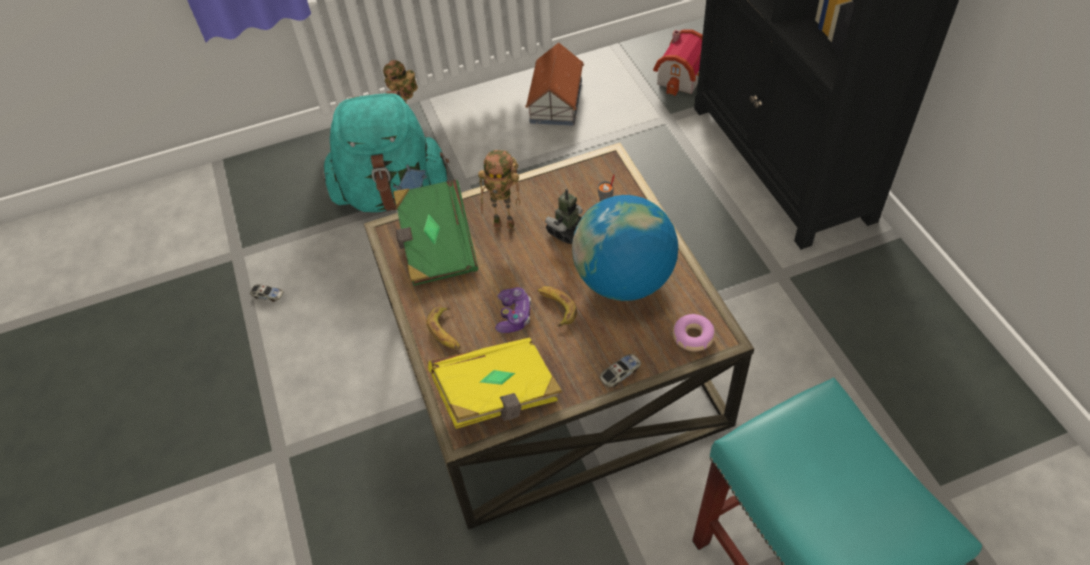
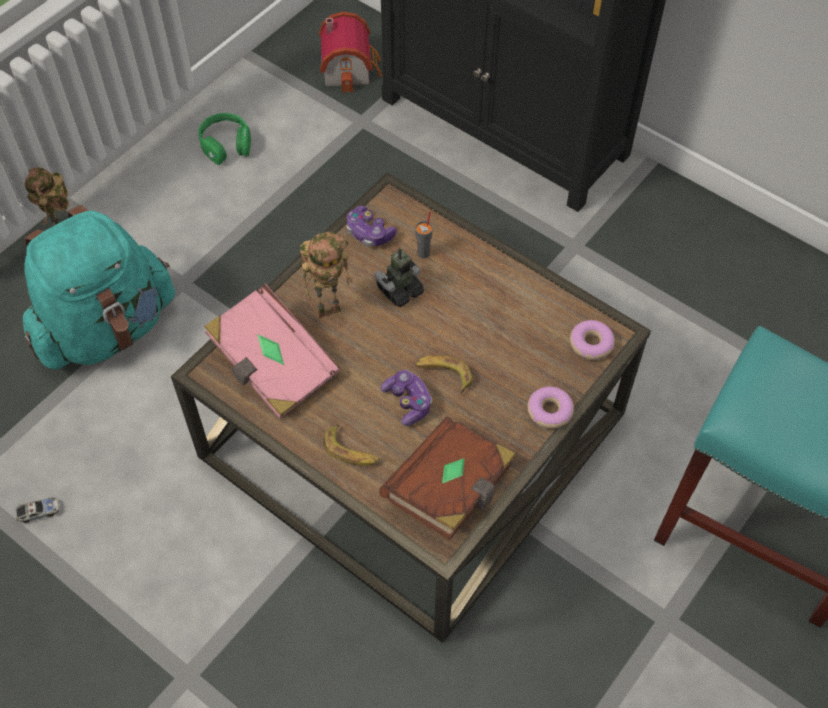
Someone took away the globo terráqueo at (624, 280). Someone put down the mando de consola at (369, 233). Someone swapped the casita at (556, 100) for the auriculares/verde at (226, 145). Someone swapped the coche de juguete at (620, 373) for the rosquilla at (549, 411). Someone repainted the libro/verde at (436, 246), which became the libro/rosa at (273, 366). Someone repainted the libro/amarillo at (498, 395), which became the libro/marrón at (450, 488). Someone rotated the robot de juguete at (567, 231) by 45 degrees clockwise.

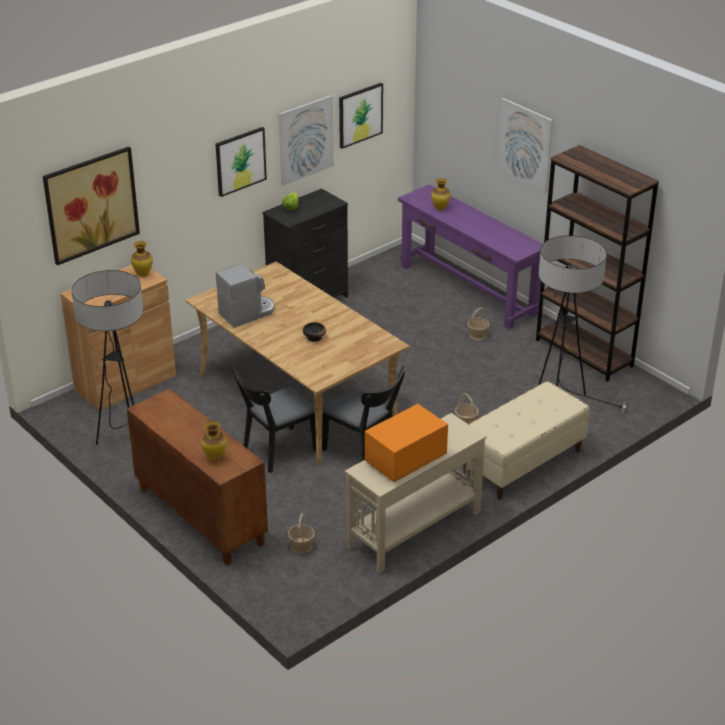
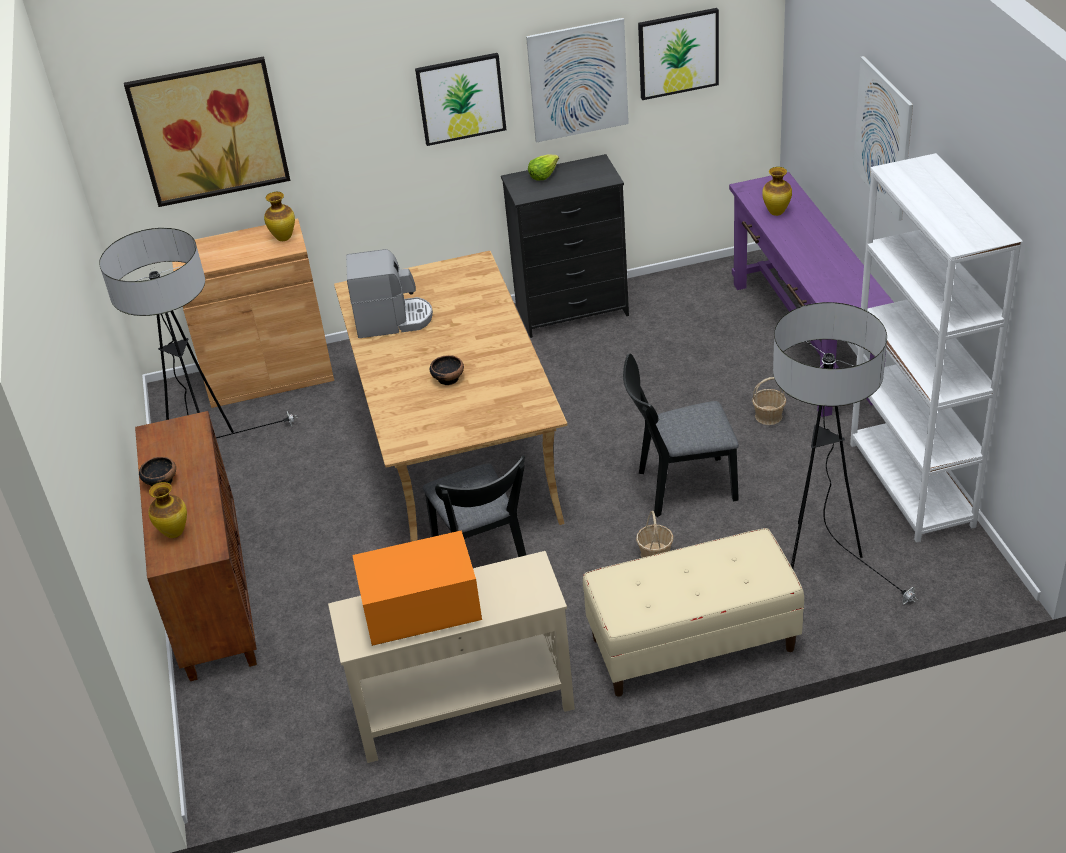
Someone took away the cesta at (301, 546). Someone put down the cuenco at (161, 481). Someone carried the silla/negro from (275, 451) to (679, 487). Someone repainted the estantería/marrón at (584, 353), which became the estantería/blanco at (911, 484).

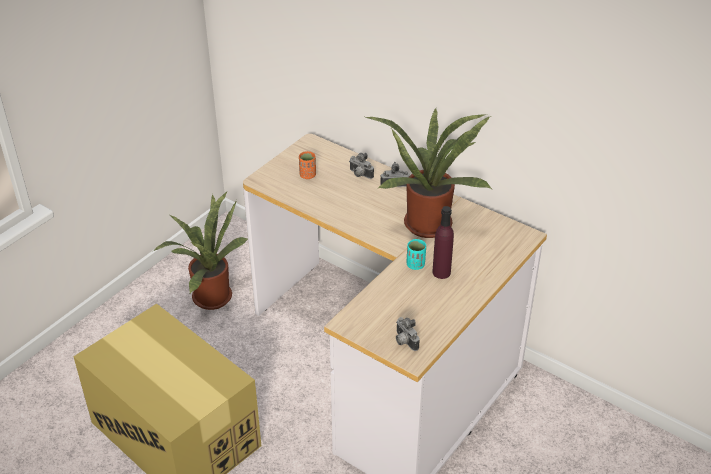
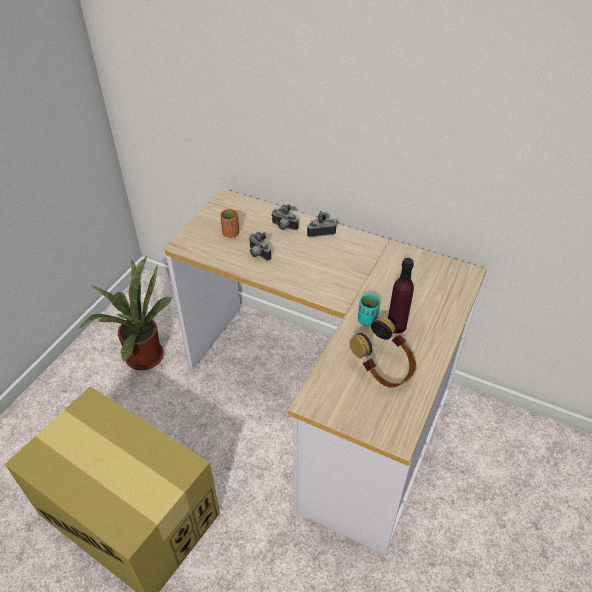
Someone took away the planta en maceta at (429, 221). Someone put down the auriculares at (384, 369). Someone carried the cámara from (404, 342) to (258, 254).

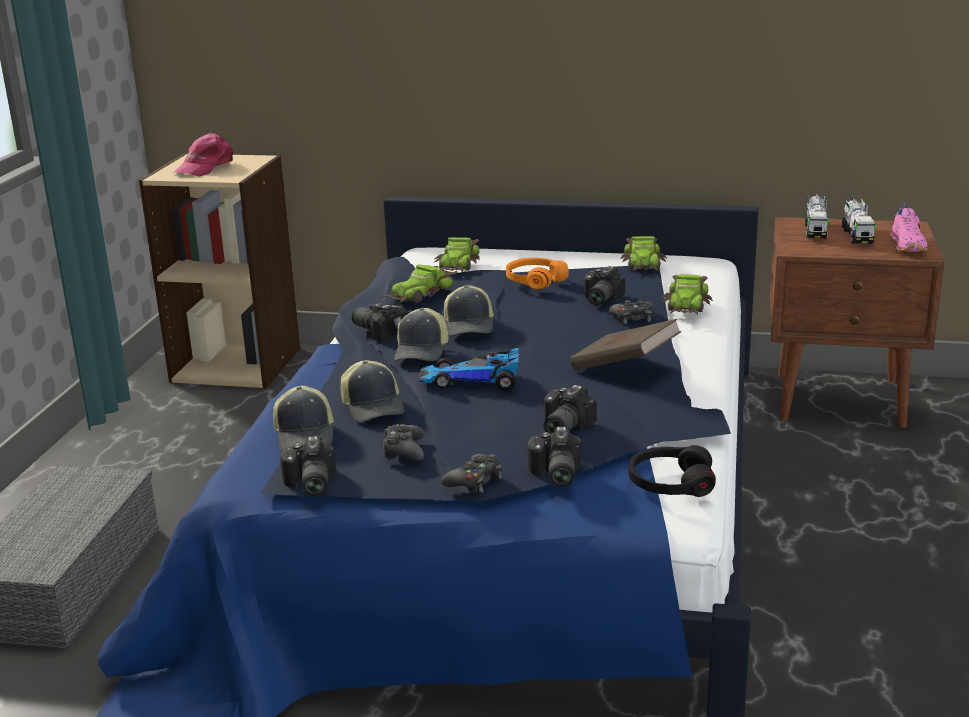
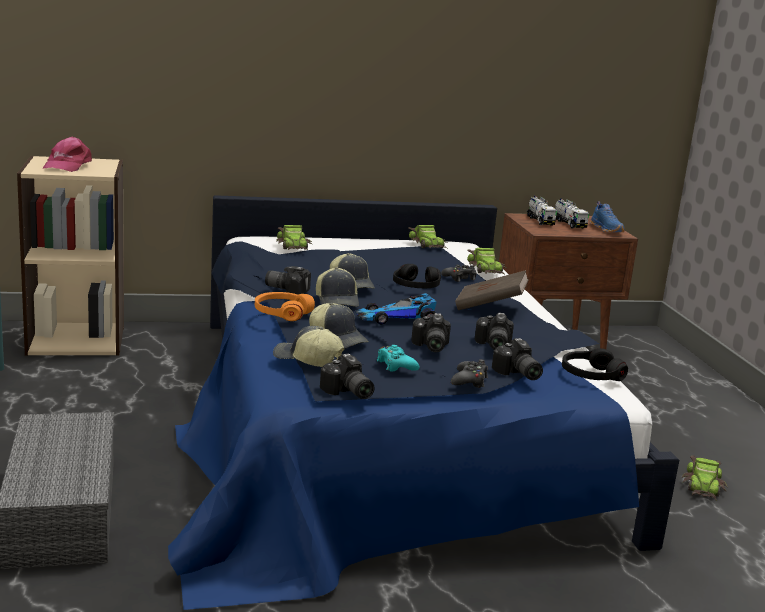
Someone put down the auriculares/negro at (416, 286). Someone carried the coche de juguete from (420, 293) to (703, 485). Someone carried the auriculares/naranja from (535, 281) to (282, 313). Someone carried the cámara from (598, 300) to (429, 346). Someone repainted the mando de consola/negro at (404, 450), which became the mando de consola/turquesa at (396, 365). Someone repainted the zapato/rosa at (908, 246), which became the zapato/azul at (607, 229). Someone rotated the gorra at (306, 435) by 150 degrees clockwise.

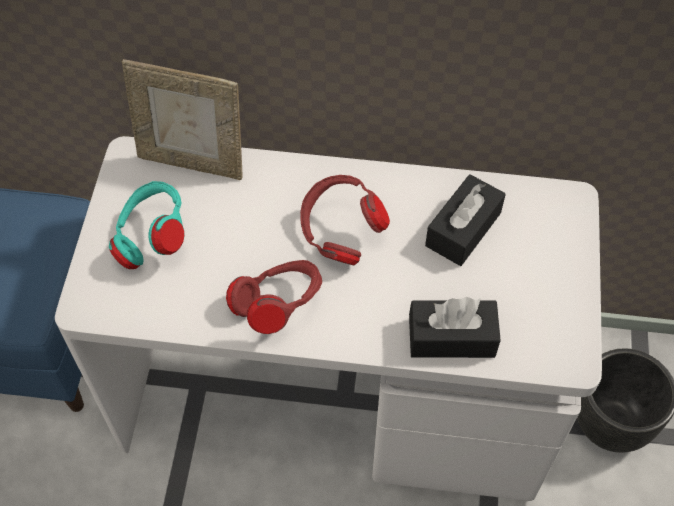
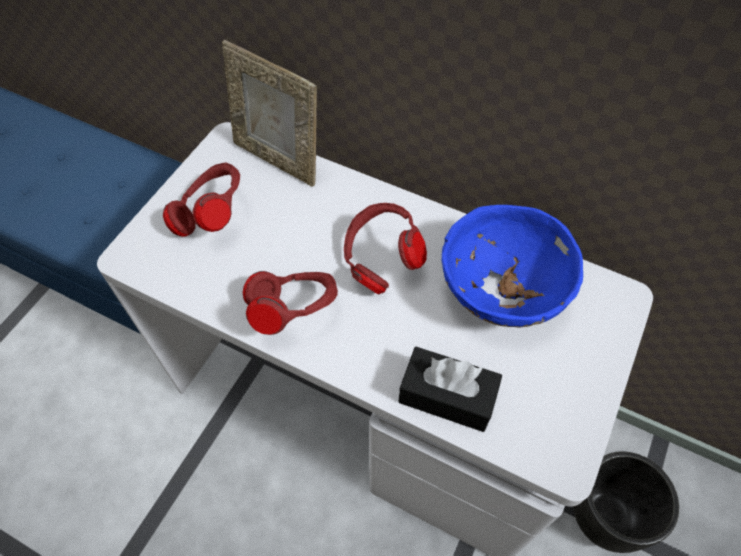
Someone swapped the caja de pañuelos/negro at (463, 229) for the cuenco/azul at (501, 292). Someone repainted the auriculares/turquesa at (152, 239), which became the auriculares/rojo at (212, 216).

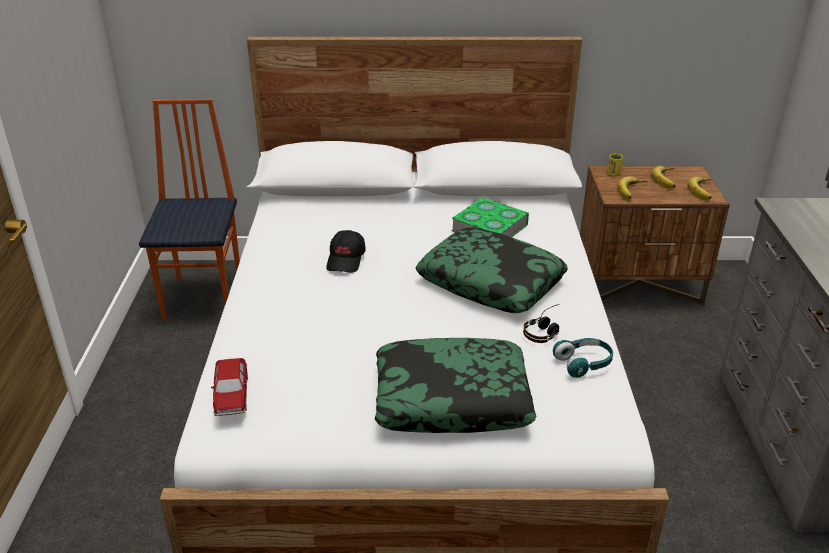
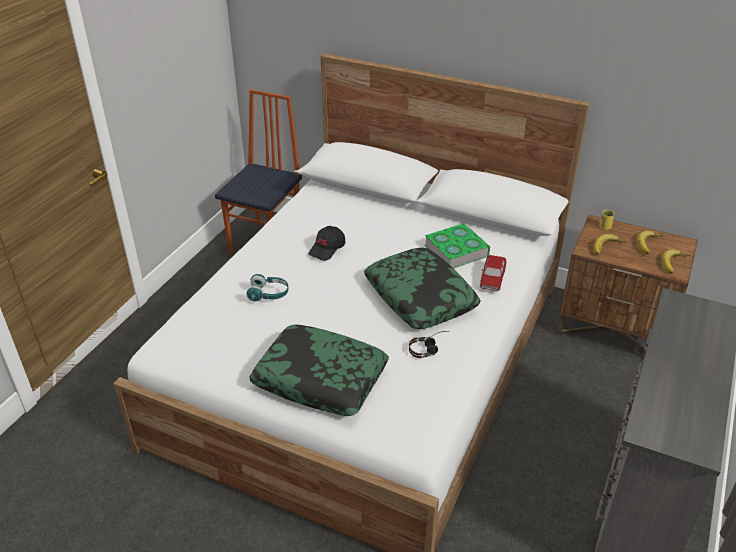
Someone carried the coche de juguete from (231, 395) to (492, 279). Someone carried the auriculares/turquesa from (584, 363) to (268, 294).

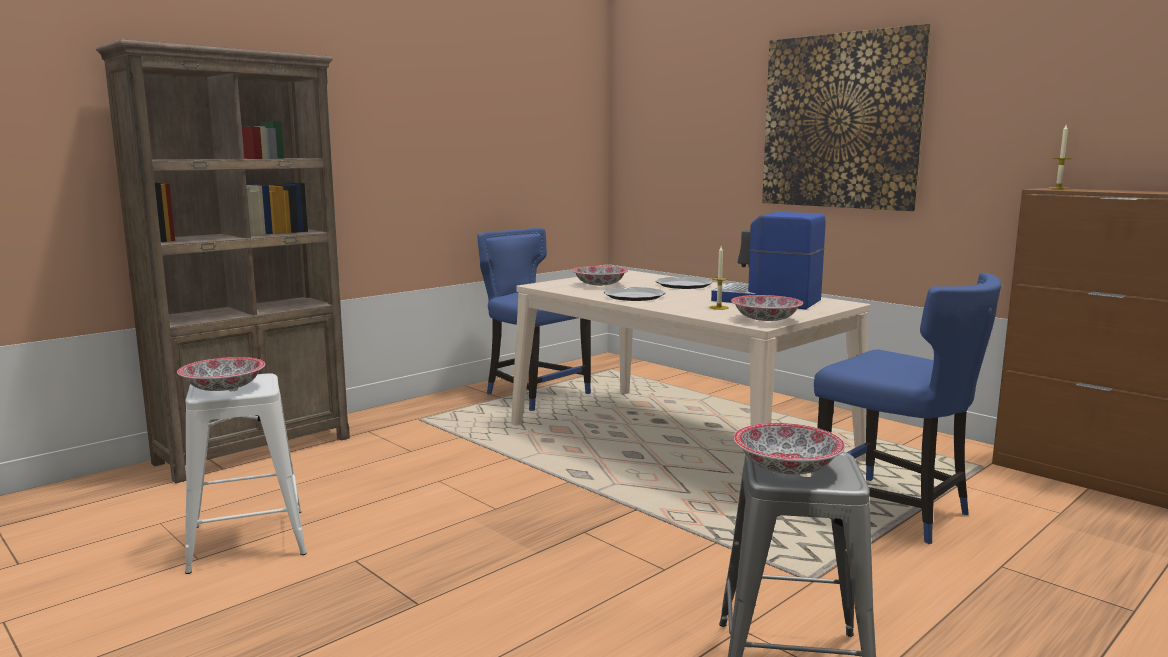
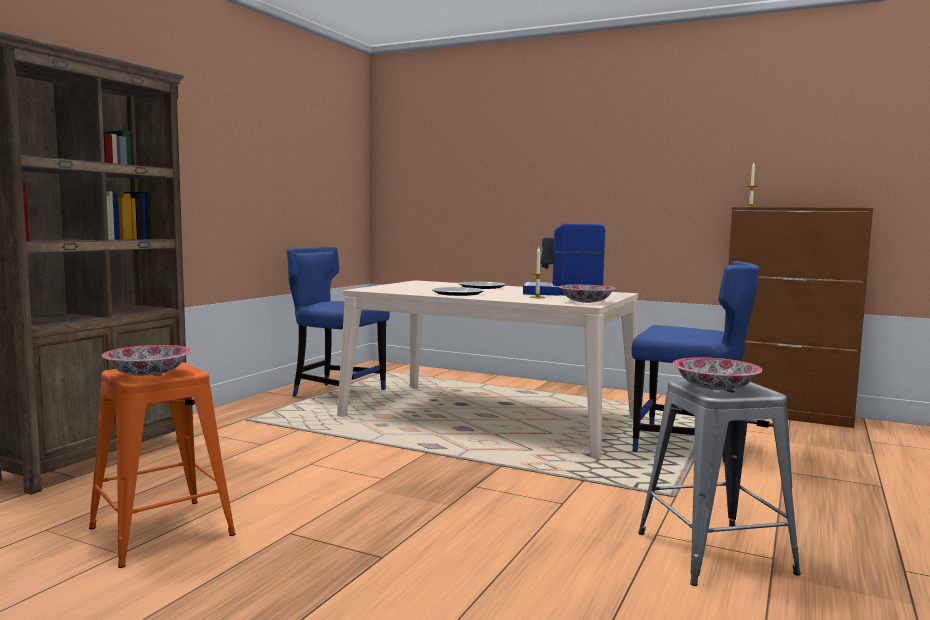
Someone took away the cuenco at (599, 285). Someone took away the cuadro at (840, 121). Someone repainted the taburete/blanco at (248, 540), which became the taburete/naranja at (162, 531).

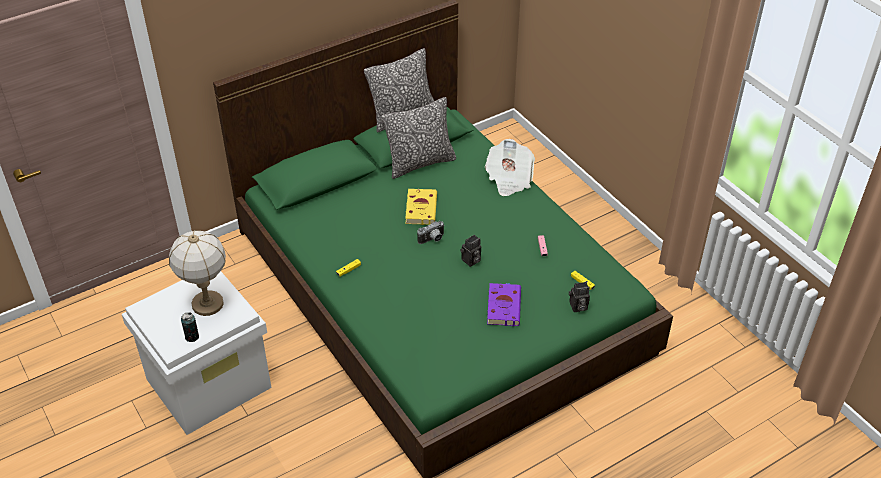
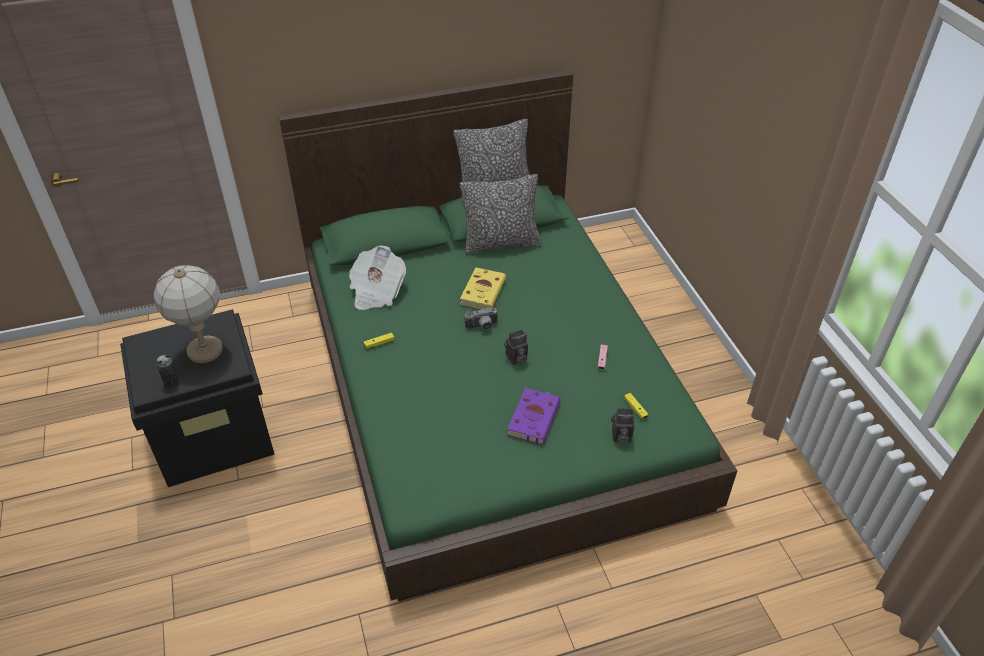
Someone carried the periódico from (509, 179) to (376, 291). Someone repainted the caja de almacenaje/blanco at (209, 382), which became the caja de almacenaje/negro at (215, 435).

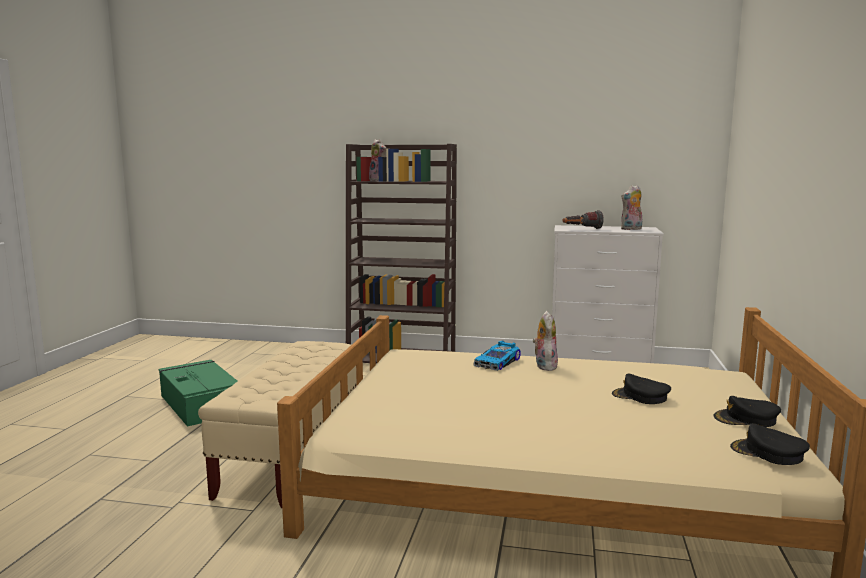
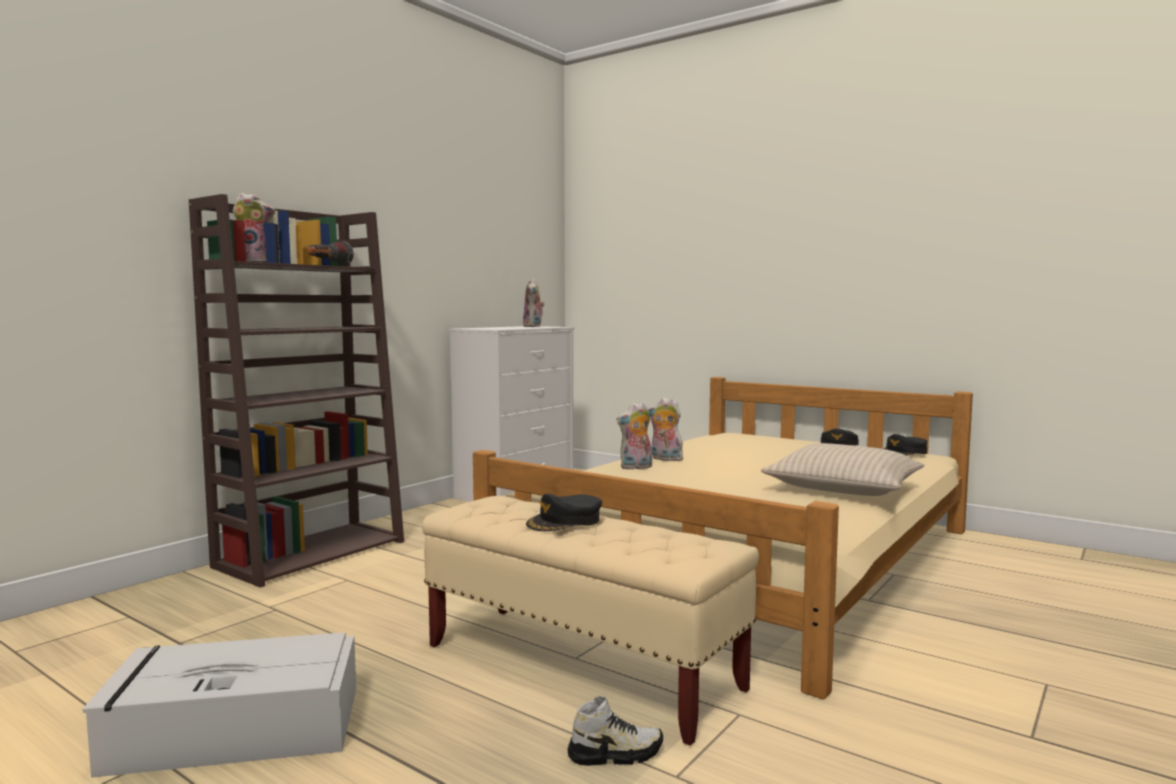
Someone put down the zapato at (615, 754). Someone put down the cojín/beis at (843, 488). Someone carried the linterna from (581, 229) to (327, 266). Someone carried the gorra/negro from (640, 396) to (565, 522). Someone swapped the coche de juguete at (498, 362) for the peluche at (636, 467). Someone repainted the caja de almacenaje/verde at (200, 403), which became the caja de almacenaje/gris at (232, 729).

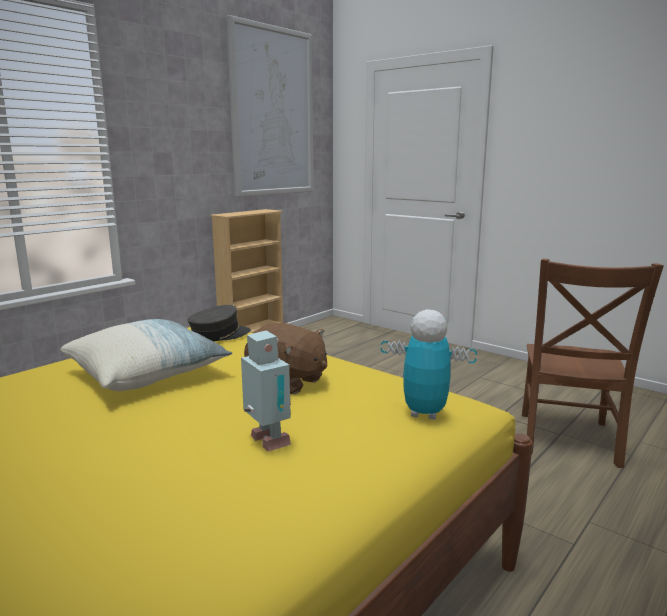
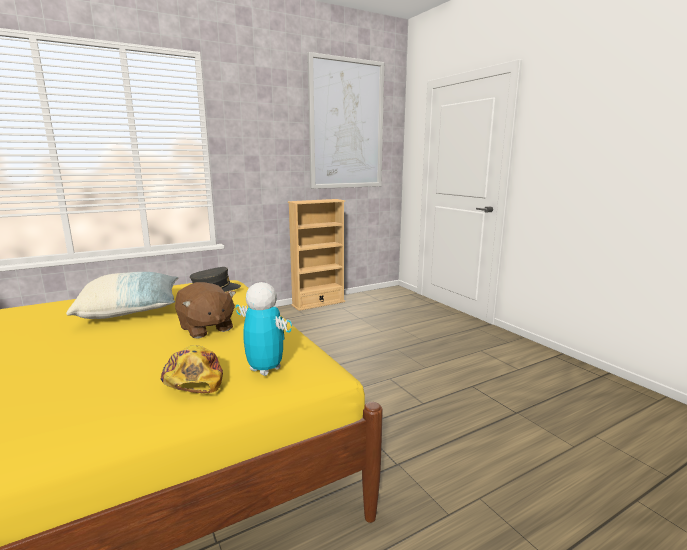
Someone took away the robot de juguete at (267, 443). Someone took away the silla/marrón at (567, 441). Someone put down the gorra at (193, 377).

